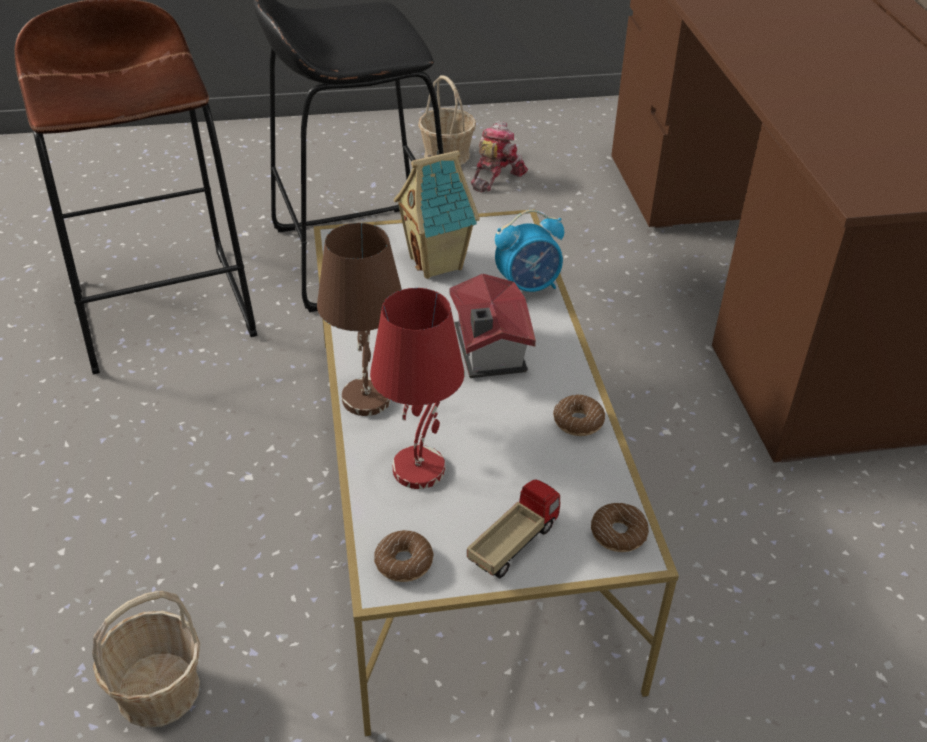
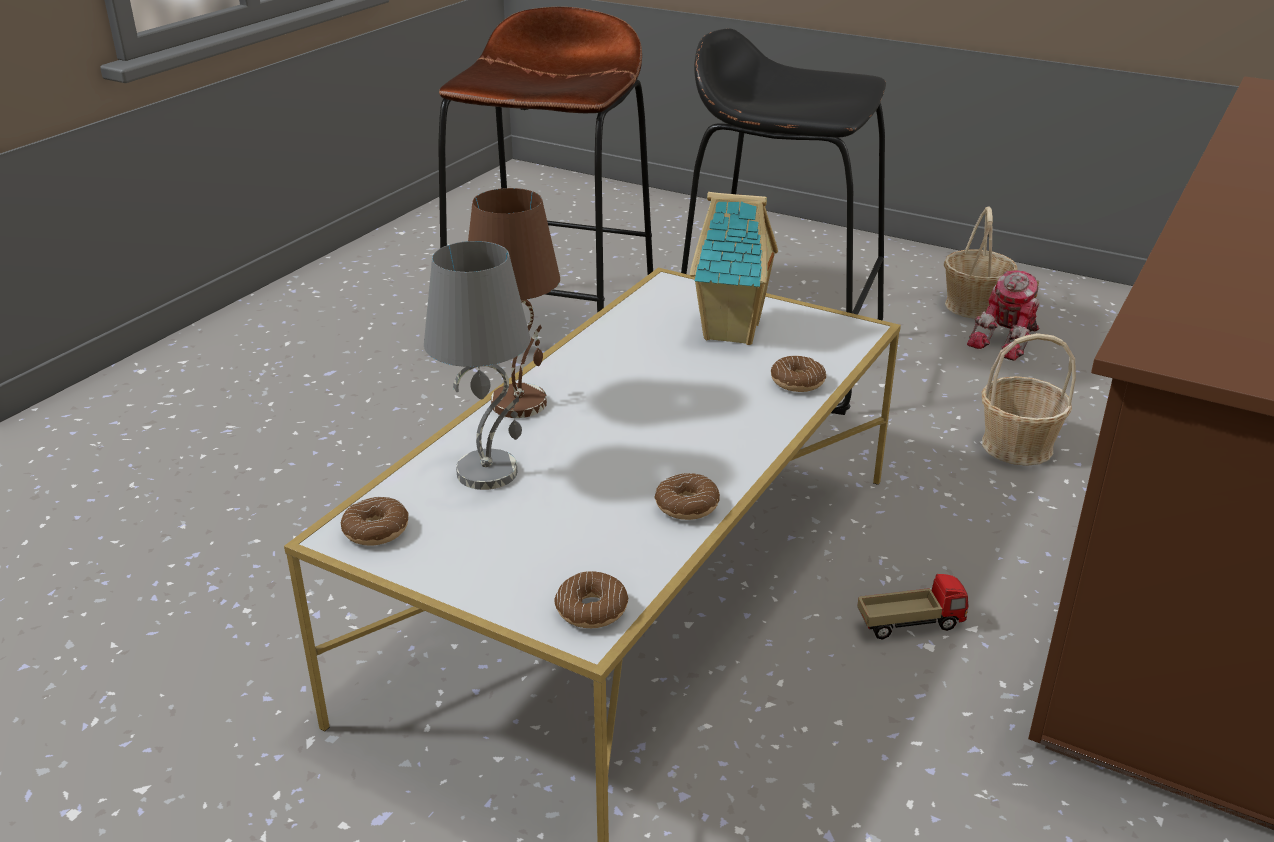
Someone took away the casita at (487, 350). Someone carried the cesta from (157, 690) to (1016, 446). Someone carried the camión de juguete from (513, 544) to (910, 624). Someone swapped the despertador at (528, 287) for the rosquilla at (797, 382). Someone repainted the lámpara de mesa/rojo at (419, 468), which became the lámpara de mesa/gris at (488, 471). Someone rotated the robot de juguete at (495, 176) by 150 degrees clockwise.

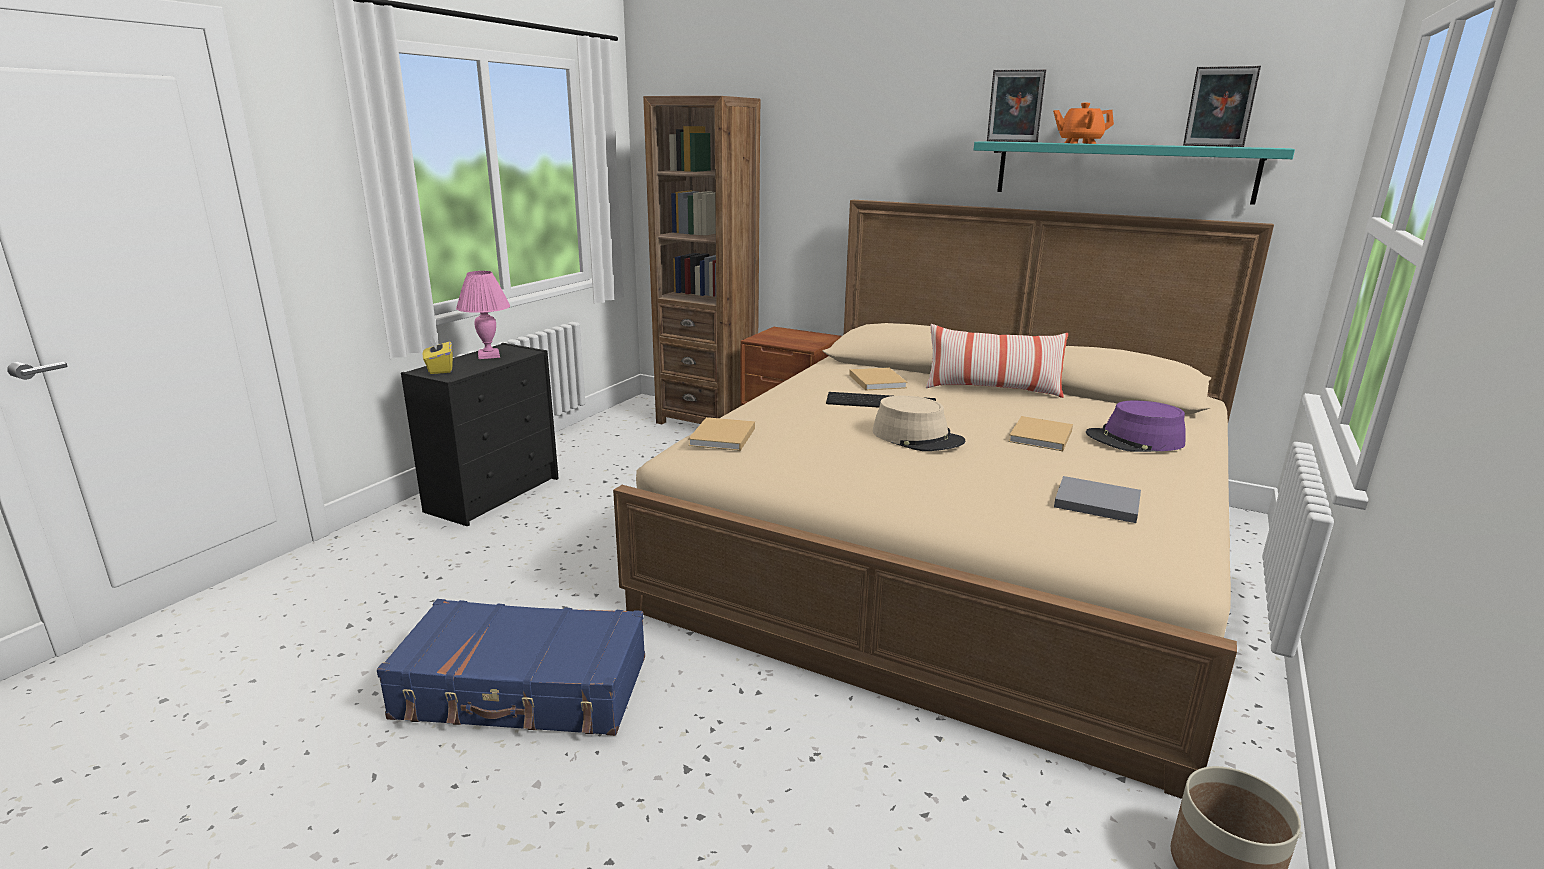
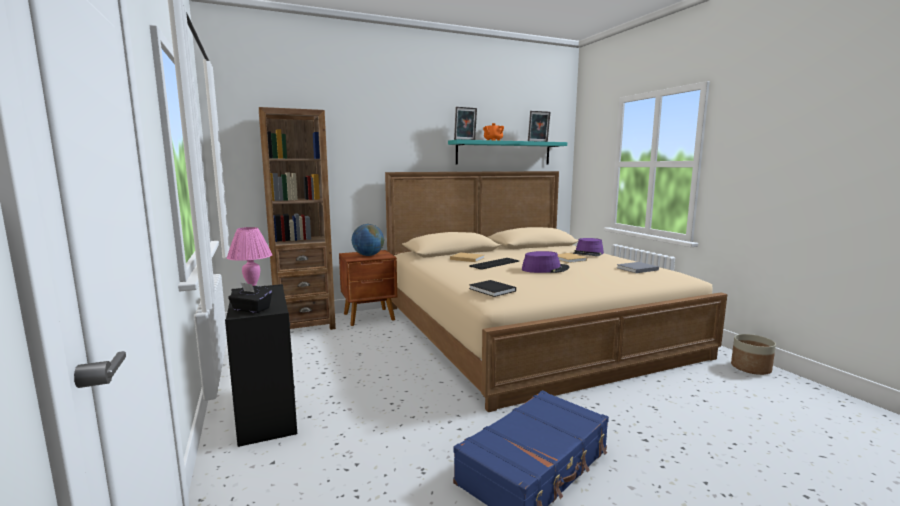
Someone took away the cojín at (992, 390). Someone put down the globo terráqueo at (368, 255). Someone repainted the caja de pañuelos/amarillo at (440, 369), which became the caja de pañuelos/negro at (251, 309). Someone repainted the libro/beis at (722, 437), which became the libro/negro at (493, 290). Someone repainted the sombrero/beis at (917, 437), which became the sombrero/morado at (545, 269).

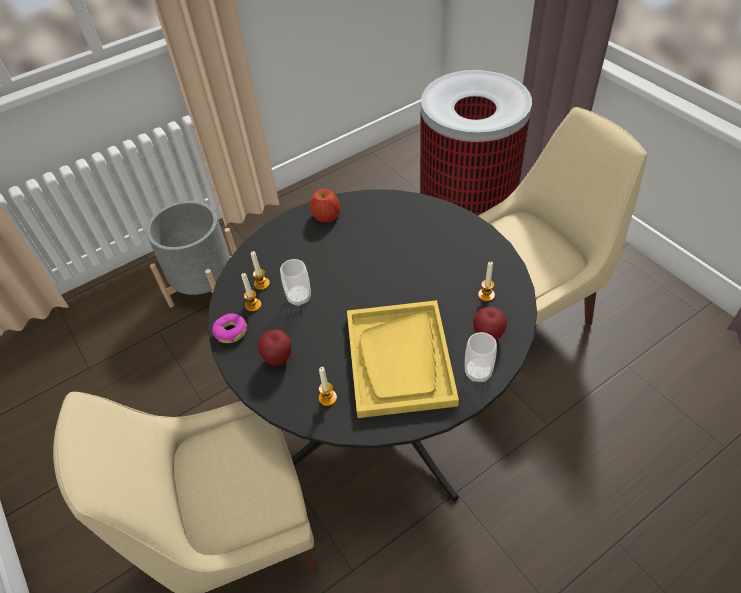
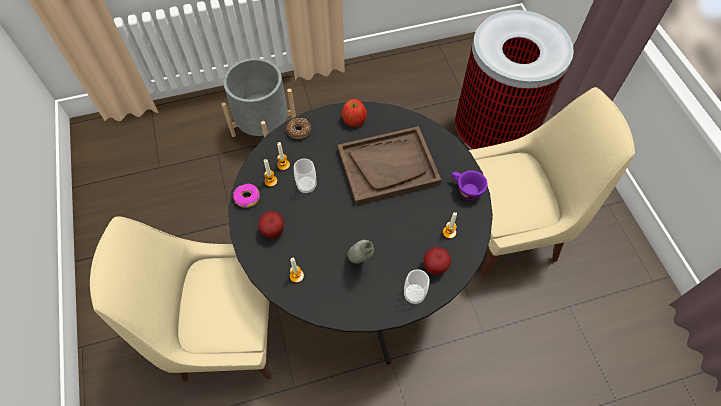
Someone put down the rosquilla at (299, 131). Someone put down the bandeja/marrón at (388, 166). Someone put down the taza/morado at (465, 190). Someone swapped the bandeja/amarillo at (400, 359) for the botella/gris at (360, 263).

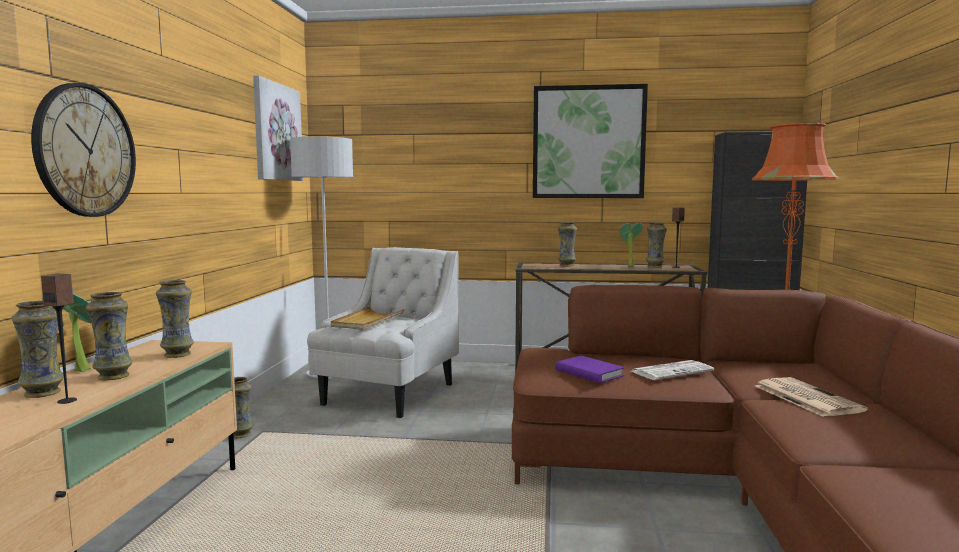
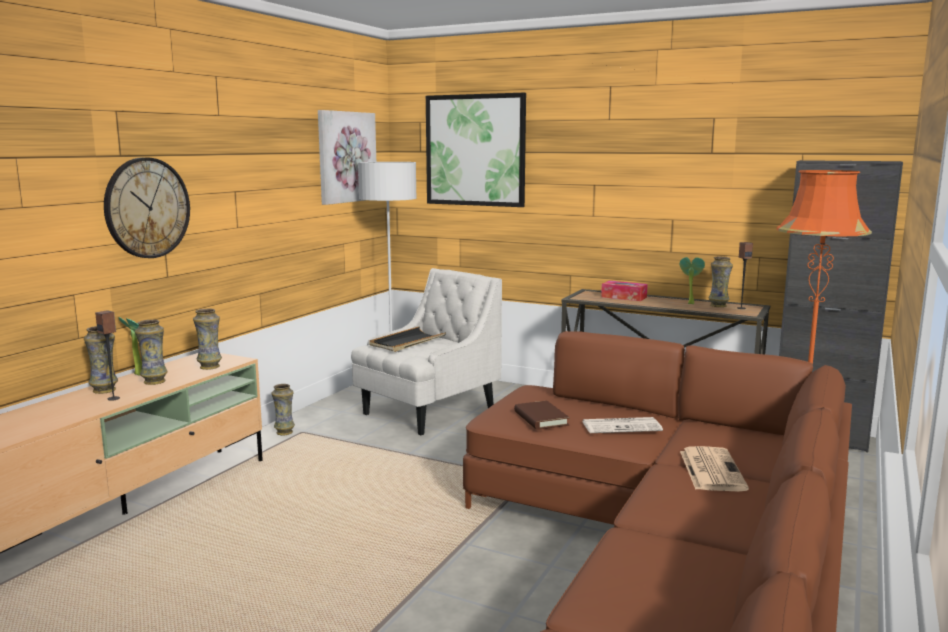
Someone carried the cuadro from (588, 142) to (475, 150). Someone swapped the florero at (566, 265) for the caja de pañuelos at (624, 297). Someone repainted the bandeja/beis at (367, 321), which became the bandeja/negro at (407, 342). Someone repainted the libro/morado at (589, 373), which became the libro/marrón at (541, 418).

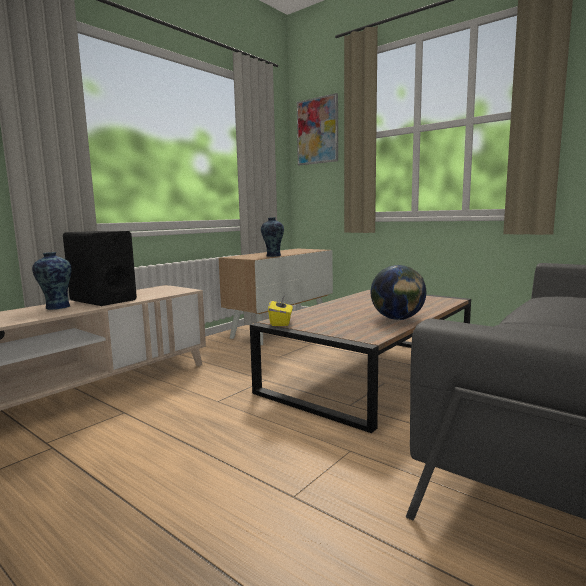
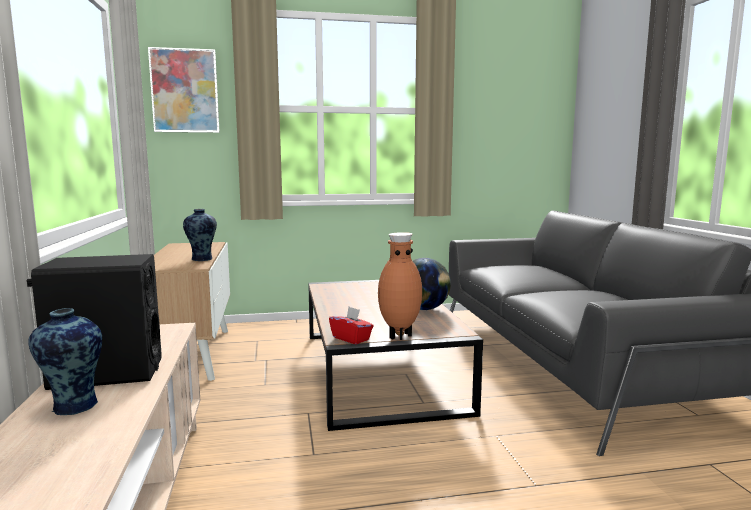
Someone put down the florero/marrón at (399, 335). Someone repainted the caja de pañuelos/amarillo at (281, 322), which became the caja de pañuelos/rojo at (351, 338).

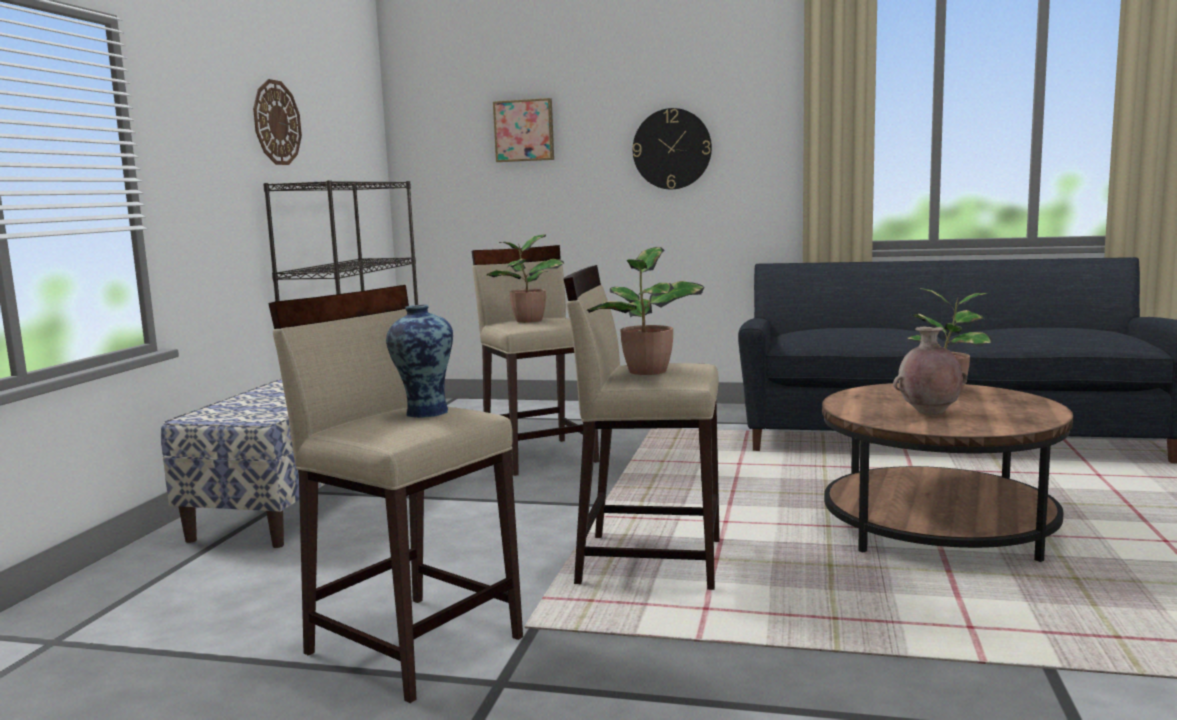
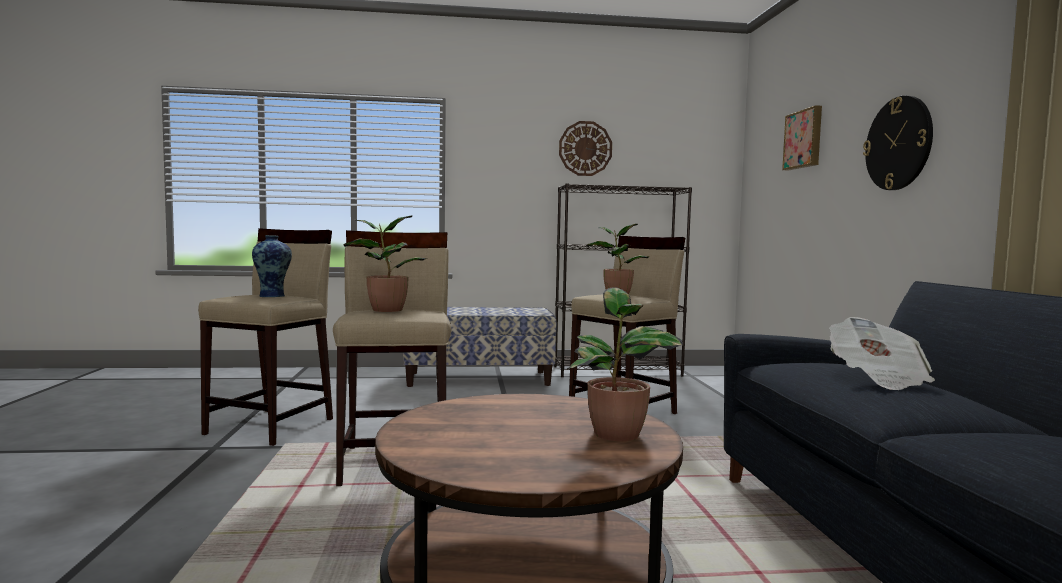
Someone took away the florero/marrón at (928, 413). Someone put down the periódico at (877, 378).

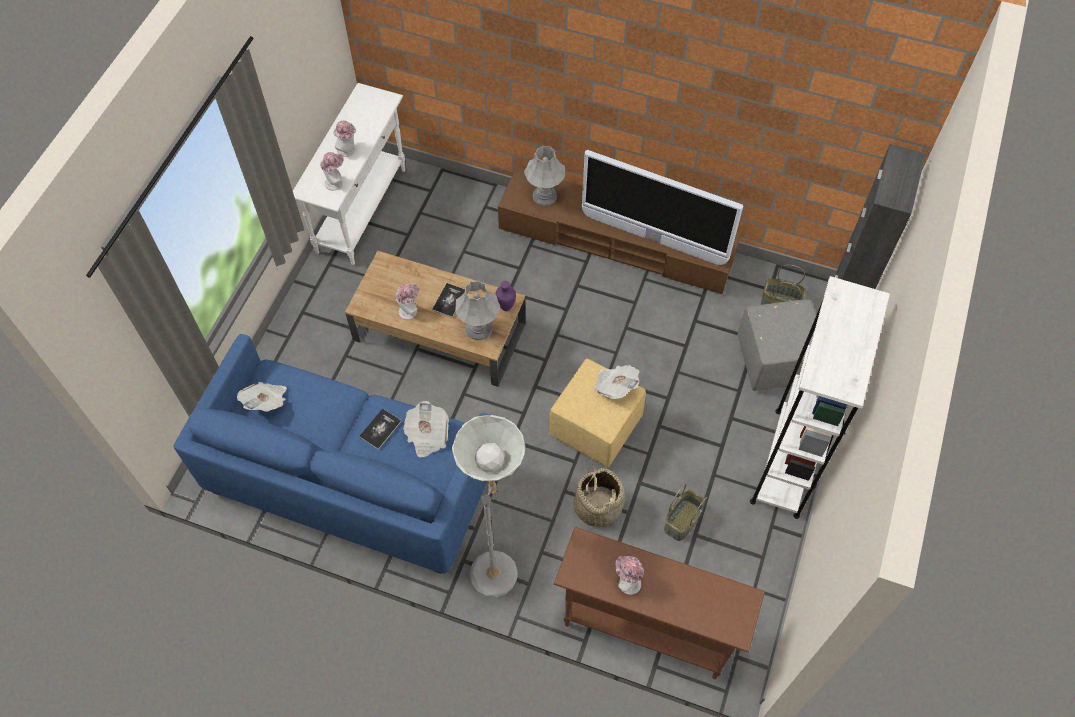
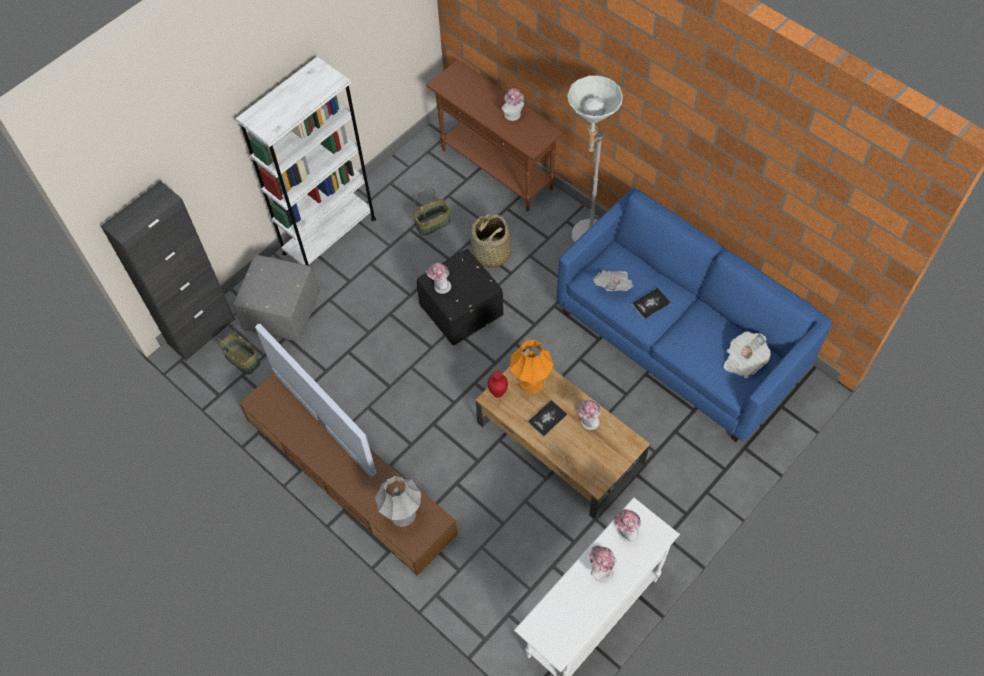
Someone swapped the periódico at (615, 386) for the sombrero at (440, 287). Someone repainted the lámpara de mesa/gris at (479, 328), which became the lámpara de mesa/naranja at (531, 382). Someone repainted the florero/morado at (506, 307), which became the florero/rojo at (497, 393). Someone repainted the puf/amarillo at (595, 426), which became the puf/negro at (461, 312).

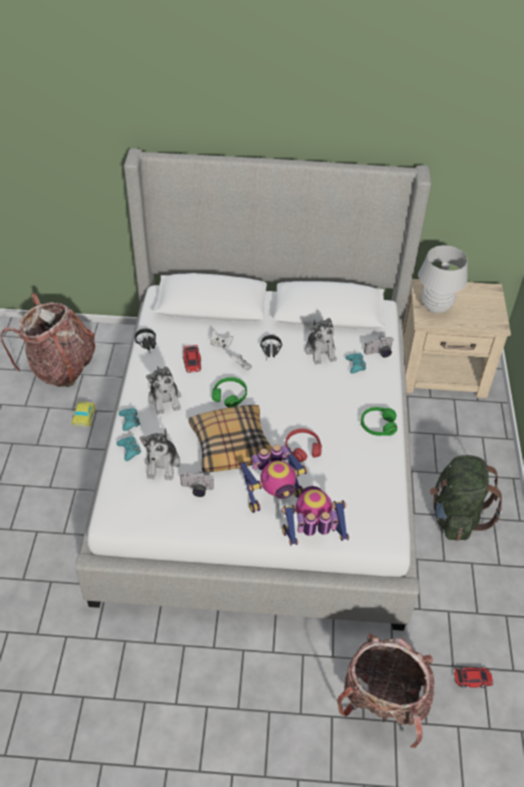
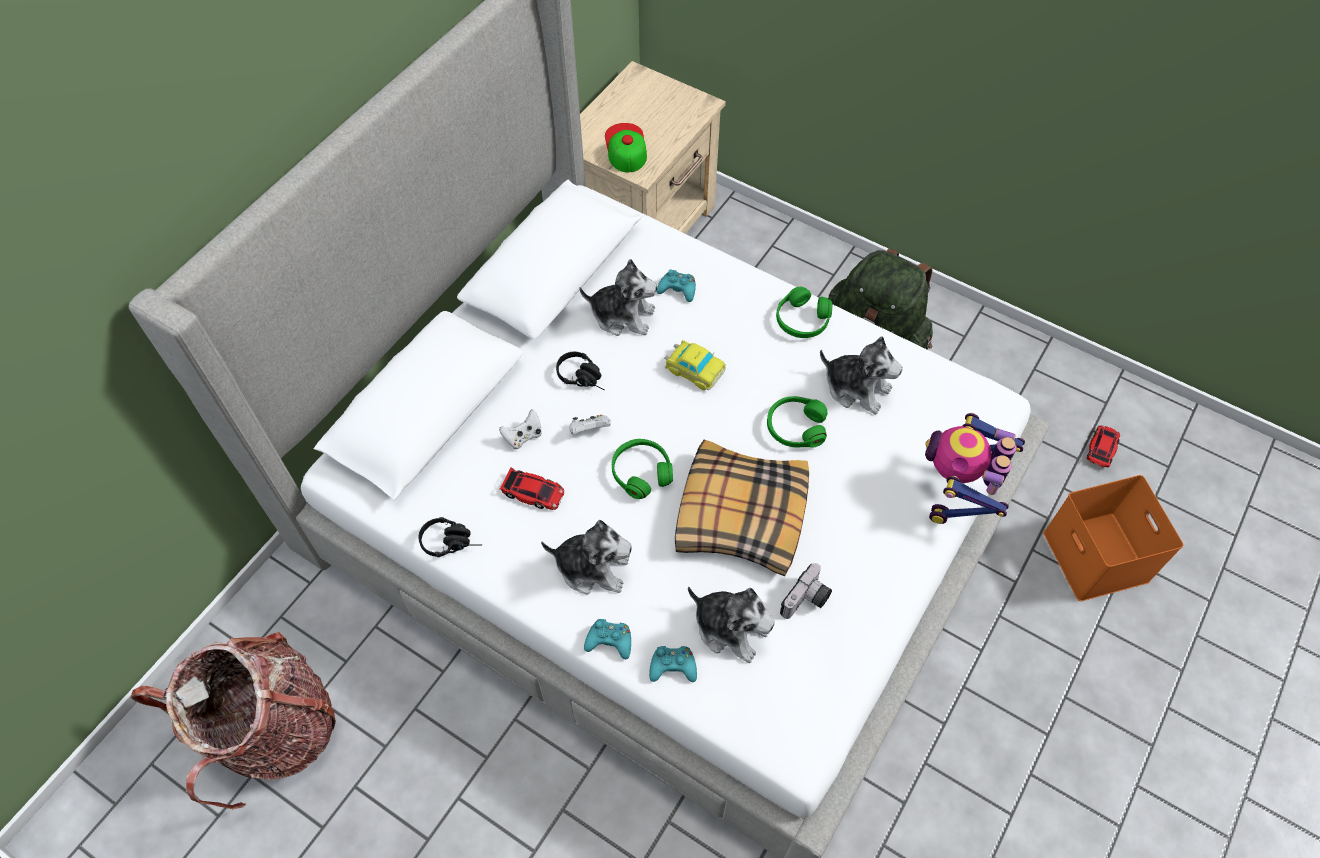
Someone took away the robot de juguete at (273, 495). Someone took away the cámara at (379, 353). Someone put down the peluche at (856, 388). Someone carried the coche de juguete from (84, 416) to (694, 368). Someone swapped the mochila at (383, 702) for the caja de almacenaje/naranja at (1098, 557). Someone swapped the lámpara de mesa/blanco at (435, 307) for the gorra at (625, 147). Someone repainted the auriculares/rojo at (302, 448), which became the auriculares/verde at (795, 427).

